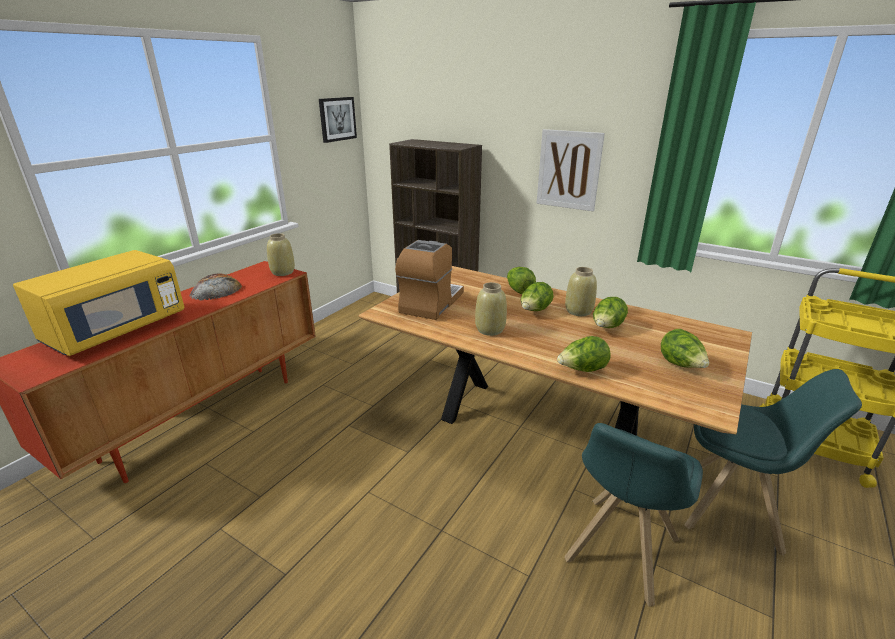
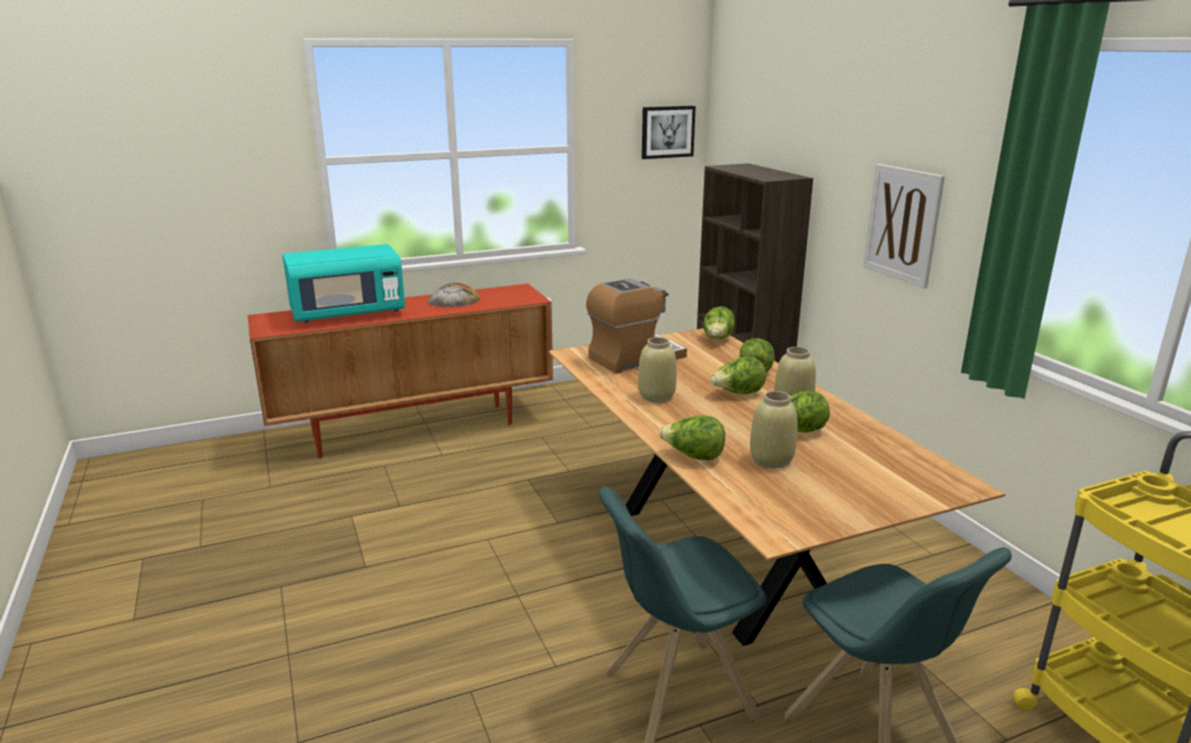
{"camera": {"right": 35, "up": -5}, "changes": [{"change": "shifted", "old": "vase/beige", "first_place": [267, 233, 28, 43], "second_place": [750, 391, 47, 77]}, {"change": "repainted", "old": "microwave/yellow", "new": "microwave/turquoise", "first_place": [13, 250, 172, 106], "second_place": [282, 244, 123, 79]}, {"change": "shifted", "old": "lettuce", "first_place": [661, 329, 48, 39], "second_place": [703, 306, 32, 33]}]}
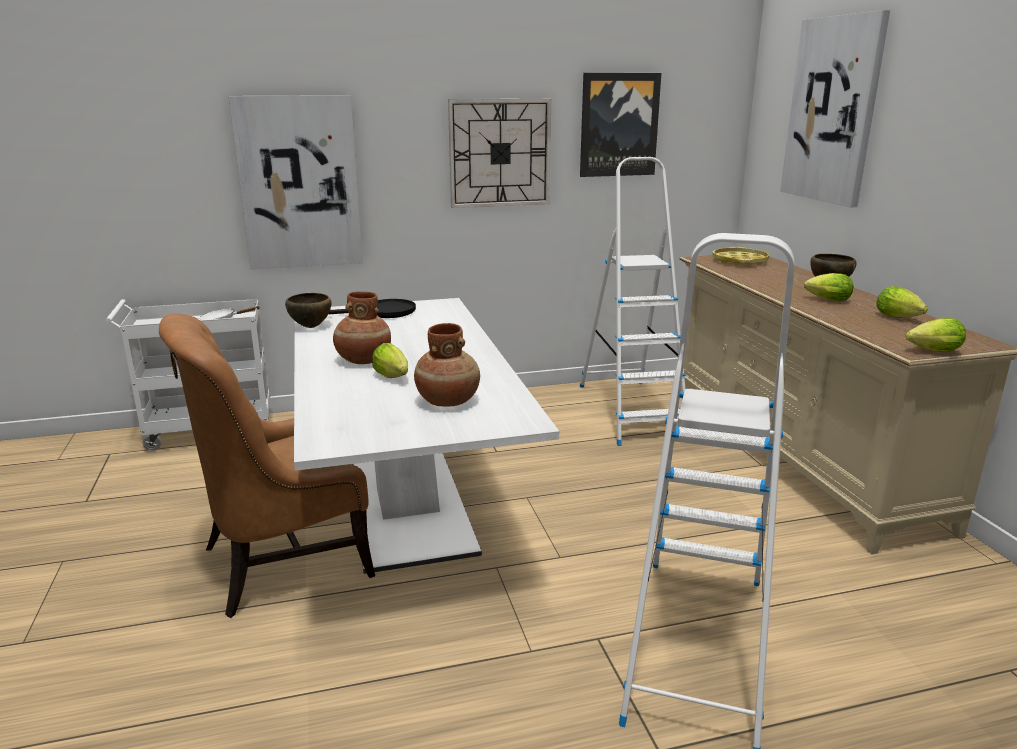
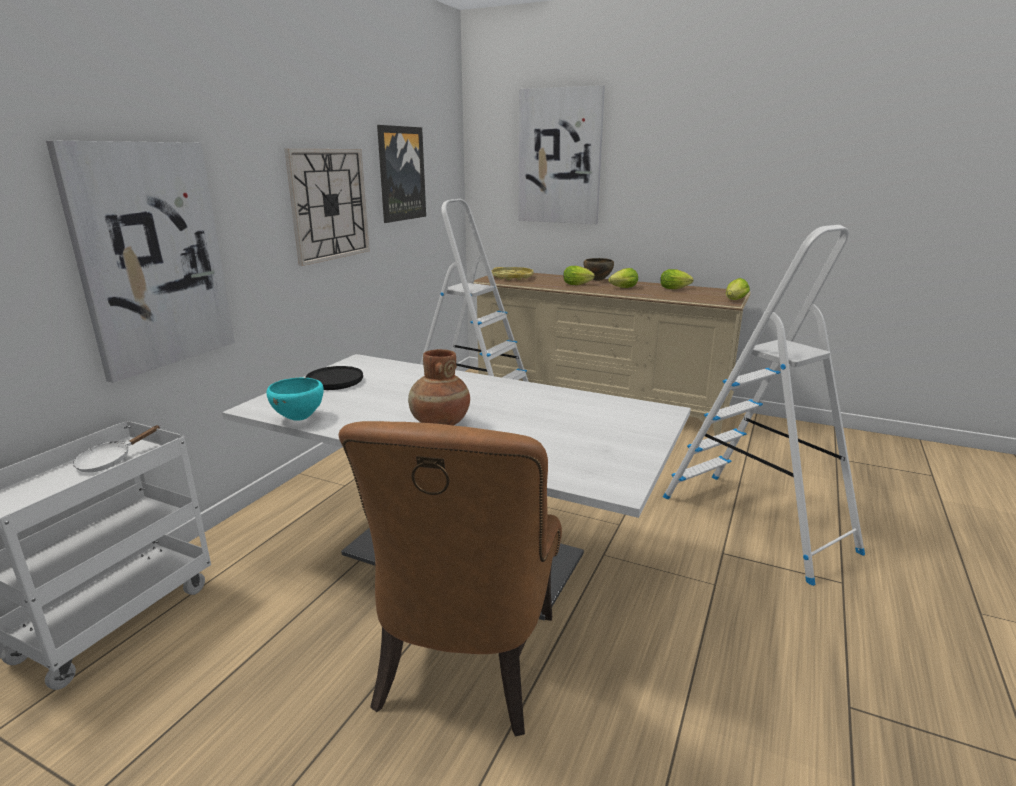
{"camera": {"right": -50, "up": 0}, "changes": [{"change": "repainted", "old": "bowl/brown", "new": "bowl/turquoise", "first_place": [285, 293, 46, 35], "second_place": [266, 378, 58, 43]}, {"change": "gone", "old": "vase/brown", "first_place": [414, 323, 66, 83]}, {"change": "shifted", "old": "lettuce", "first_place": [372, 343, 36, 35], "second_place": [563, 266, 32, 19]}]}
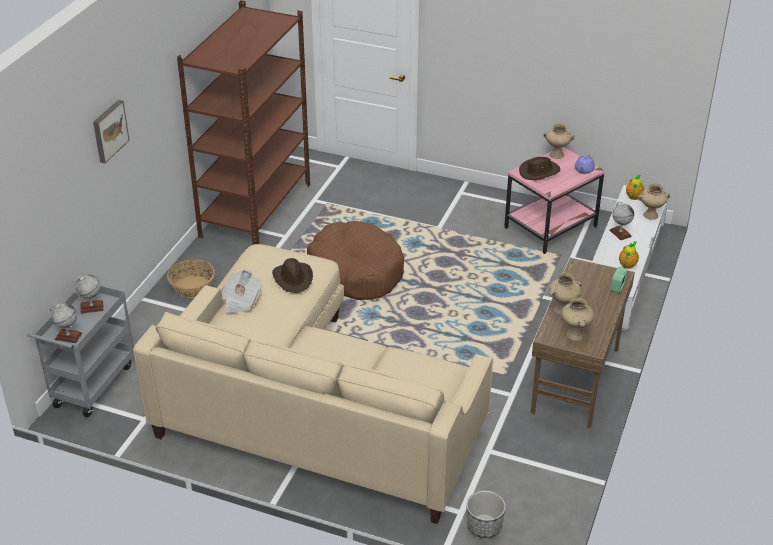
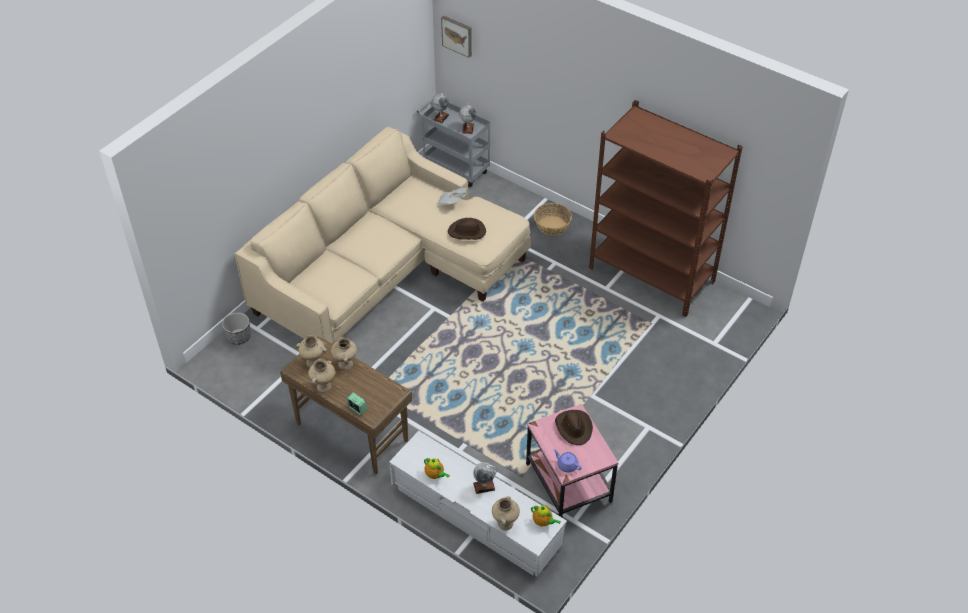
{"camera": {"right": 105, "up": 10}, "changes": [{"change": "shifted", "old": "picture", "first_place": [93, 100, 37, 63], "second_place": [441, 16, 31, 42]}, {"change": "shifted", "old": "vase/beige", "first_place": [543, 124, 32, 35], "second_place": [308, 359, 27, 33]}, {"change": "gone", "old": "dog bed/brown", "first_place": [307, 221, 97, 79]}]}
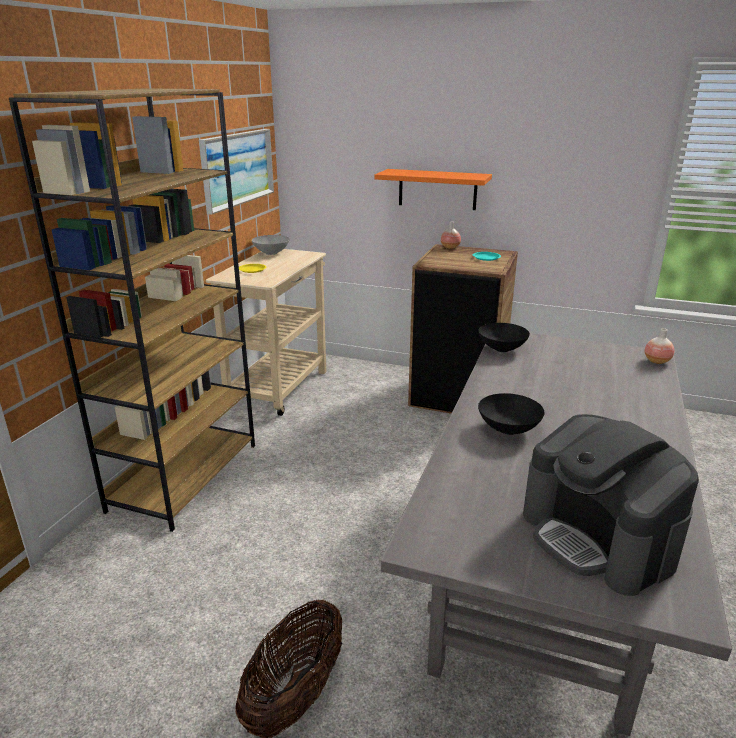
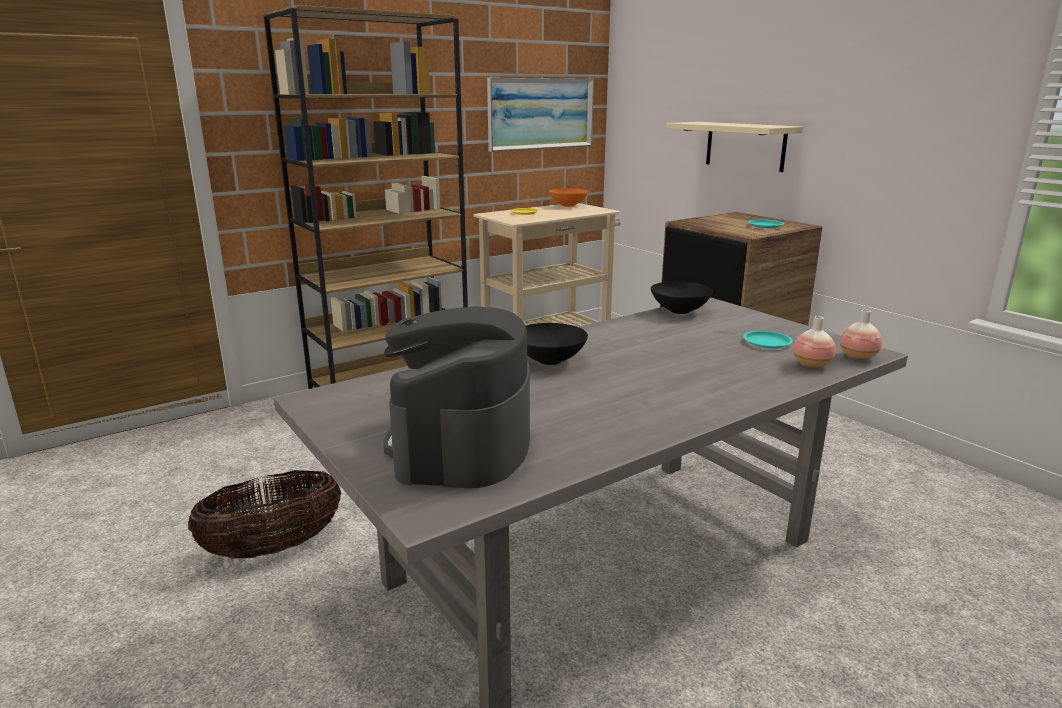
{"camera": {"right": 35, "up": -5}, "changes": [{"change": "repainted", "old": "shelf/orange", "new": "shelf/beige", "first_place": [374, 169, 118, 41], "second_place": [666, 122, 137, 50]}, {"change": "shifted", "old": "vase", "first_place": [441, 222, 20, 27], "second_place": [793, 316, 43, 53]}, {"change": "repainted", "old": "bowl/grey", "new": "bowl/orange", "first_place": [252, 235, 38, 20], "second_place": [549, 188, 39, 19]}, {"change": "new", "new": "plate/turquoise", "second_place": [743, 331, 50, 17]}]}
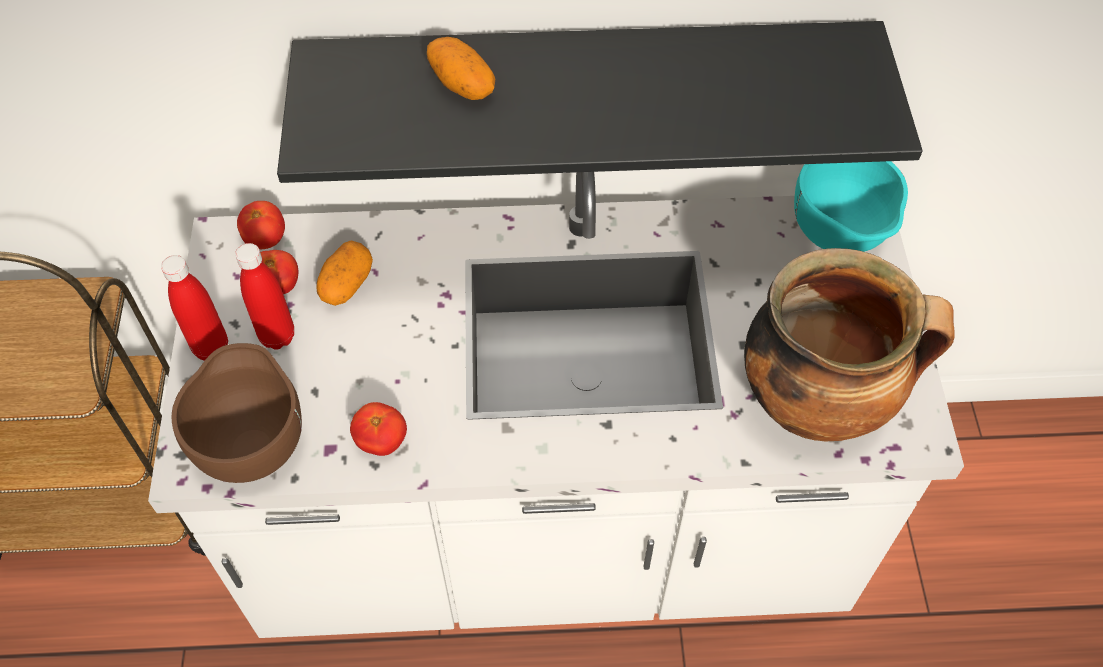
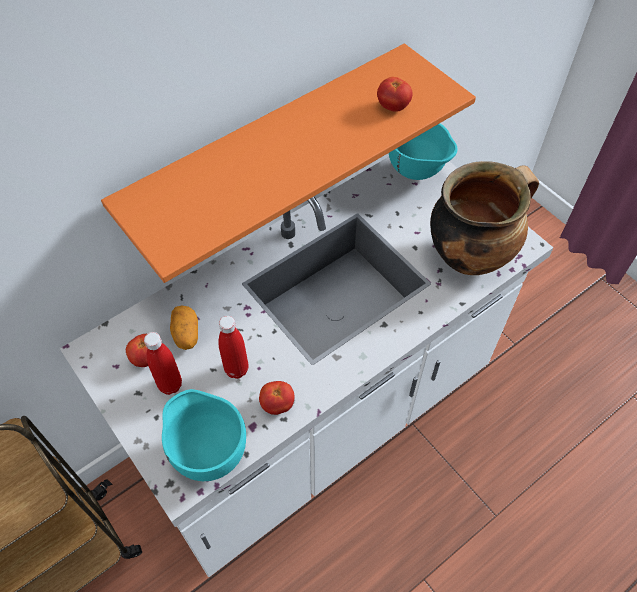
{"camera": {"right": -35, "up": 0}, "changes": [{"change": "repainted", "old": "shelf/black", "new": "shelf/orange", "first_place": [277, 21, 646, 162], "second_place": [101, 44, 375, 239]}, {"change": "gone", "old": "potato", "first_place": [427, 37, 68, 63]}, {"change": "shifted", "old": "tomato", "first_place": [237, 201, 48, 48], "second_place": [377, 77, 36, 35]}, {"change": "shifted", "old": "bottle/red", "first_place": [161, 255, 67, 106], "second_place": [218, 316, 30, 63]}, {"change": "repainted", "old": "bowl/brown", "new": "bowl/turquoise", "first_place": [172, 343, 130, 140], "second_place": [162, 389, 84, 92]}]}
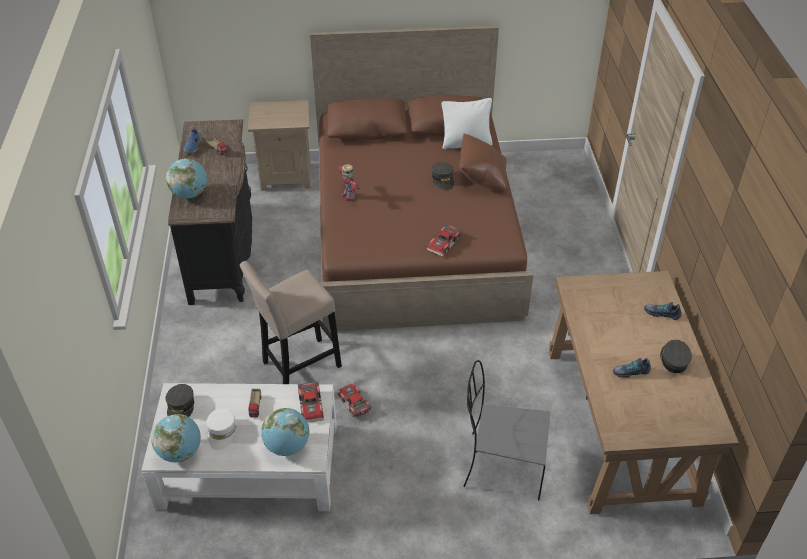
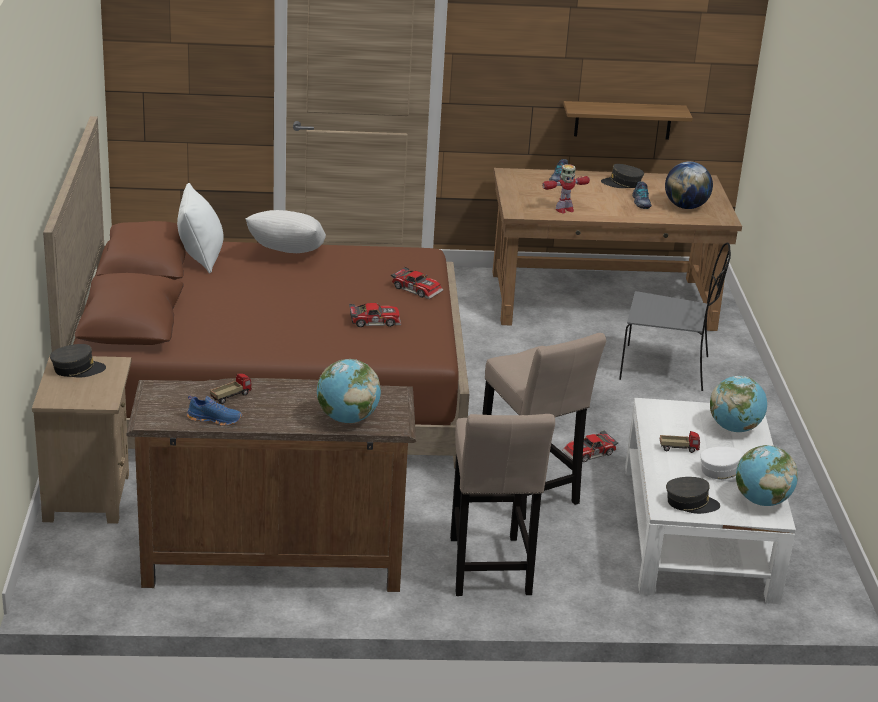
{"camera": {"right": -90, "up": -15}, "changes": [{"change": "repainted", "old": "pillow/brown", "new": "pillow/white", "first_place": [459, 133, 48, 57], "second_place": [245, 210, 81, 43]}, {"change": "shifted", "old": "cap/grey", "first_place": [431, 162, 23, 28], "second_place": [50, 344, 56, 34]}, {"change": "shifted", "old": "toy robot", "first_place": [338, 164, 21, 37], "second_place": [542, 164, 48, 49]}, {"change": "rotated", "old": "chair/grey", "first_place": [463, 360, 87, 140], "second_place": [619, 243, 112, 148], "degrees": -90}, {"change": "shifted", "old": "toy car", "first_place": [298, 381, 26, 41], "second_place": [349, 303, 53, 24]}, {"change": "new", "new": "shelf", "second_place": [563, 101, 130, 39]}, {"change": "new", "new": "globe", "second_place": [665, 161, 48, 48]}, {"change": "new", "new": "stool/beige", "second_place": [450, 414, 105, 182]}]}
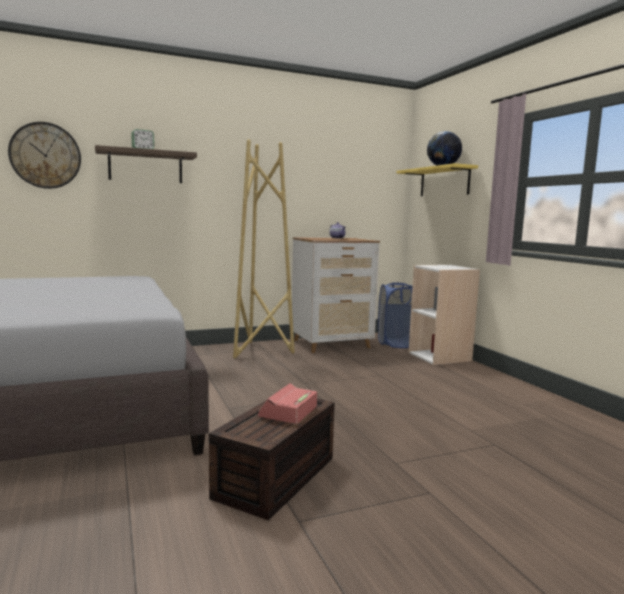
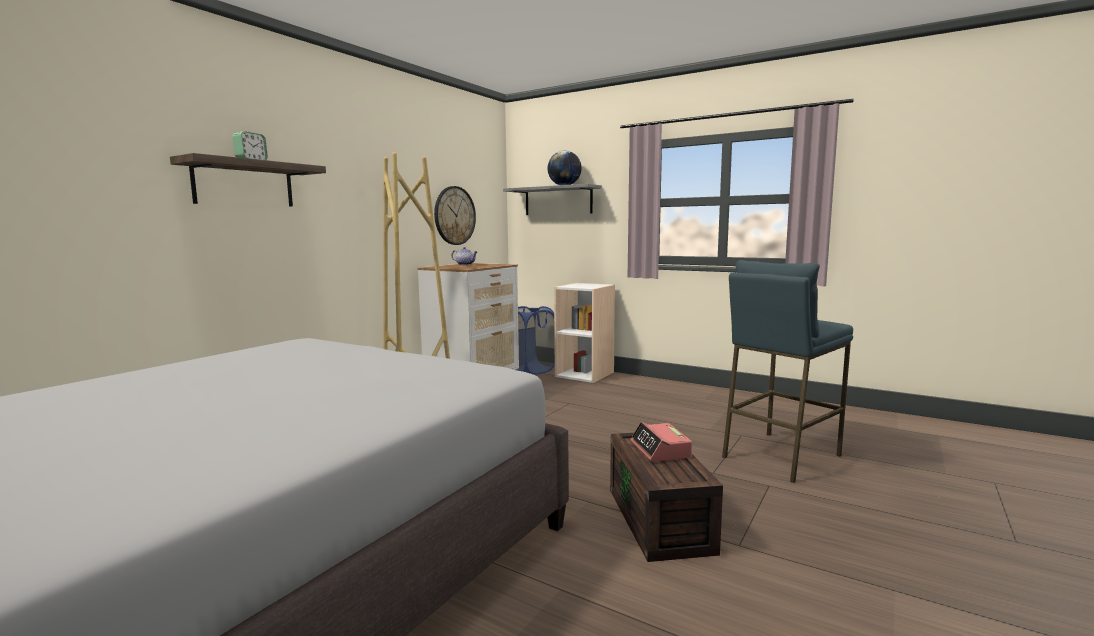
{"camera": {"right": -35, "up": 0}, "changes": [{"change": "shifted", "old": "wall clock", "first_place": [8, 122, 73, 67], "second_place": [434, 186, 42, 59]}, {"change": "repainted", "old": "shelf/yellow", "new": "shelf/grey", "first_place": [396, 163, 82, 33], "second_place": [503, 184, 99, 31]}, {"change": "new", "new": "stool/blue", "second_place": [722, 260, 131, 223]}]}
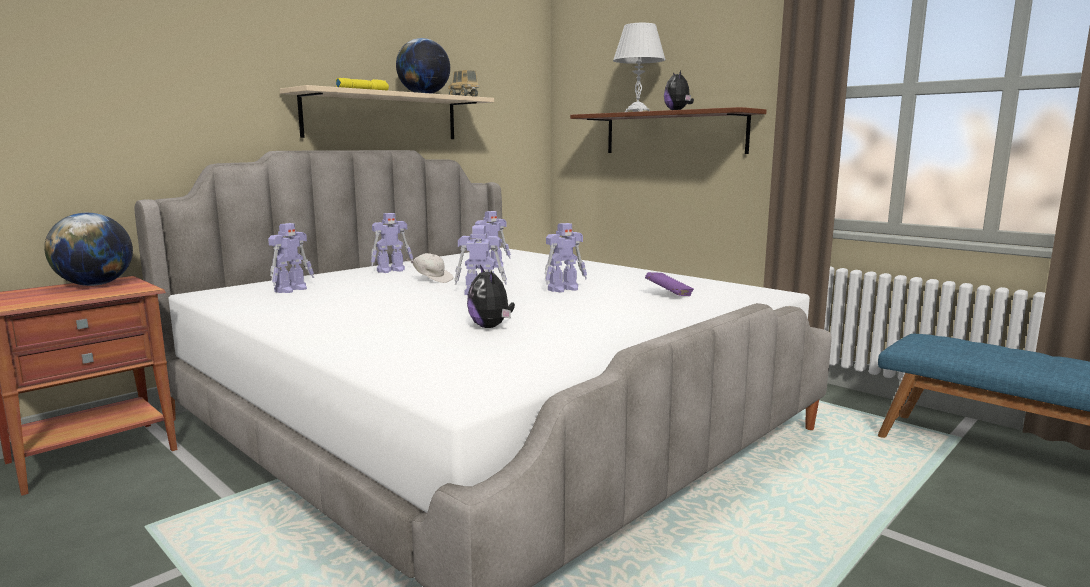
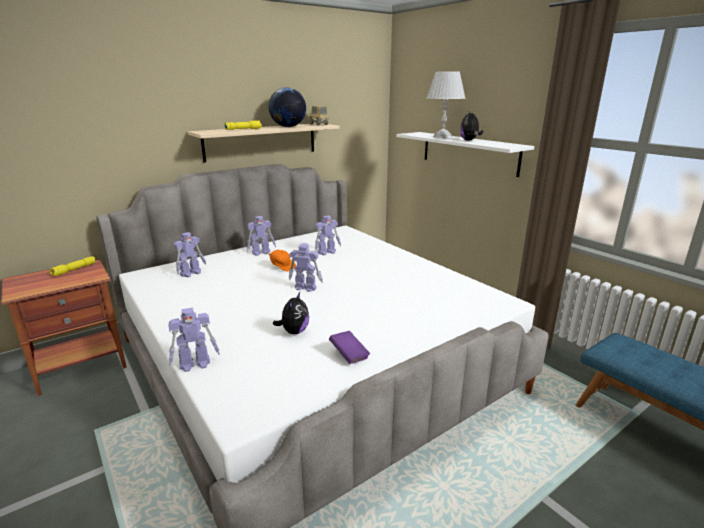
{"camera": {"right": 10, "up": 10}, "changes": [{"change": "repainted", "old": "shelf/brown", "new": "shelf/white", "first_place": [570, 107, 197, 47], "second_place": [396, 132, 138, 45]}, {"change": "swapped", "old": "globe", "new": "flashlight/yellow", "first_place": [44, 213, 89, 73], "second_place": [50, 256, 46, 20]}, {"change": "shifted", "old": "toy robot", "first_place": [544, 223, 43, 70], "second_place": [169, 308, 51, 64]}, {"change": "repainted", "old": "cap/white", "new": "cap/orange", "first_place": [407, 253, 46, 30], "second_place": [266, 250, 30, 21]}, {"change": "rotated", "old": "plush toy", "first_place": [467, 265, 48, 63], "second_place": [273, 292, 36, 42], "degrees": -150}, {"change": "shifted", "old": "book/purple", "first_place": [645, 272, 49, 24], "second_place": [329, 331, 41, 33]}]}
